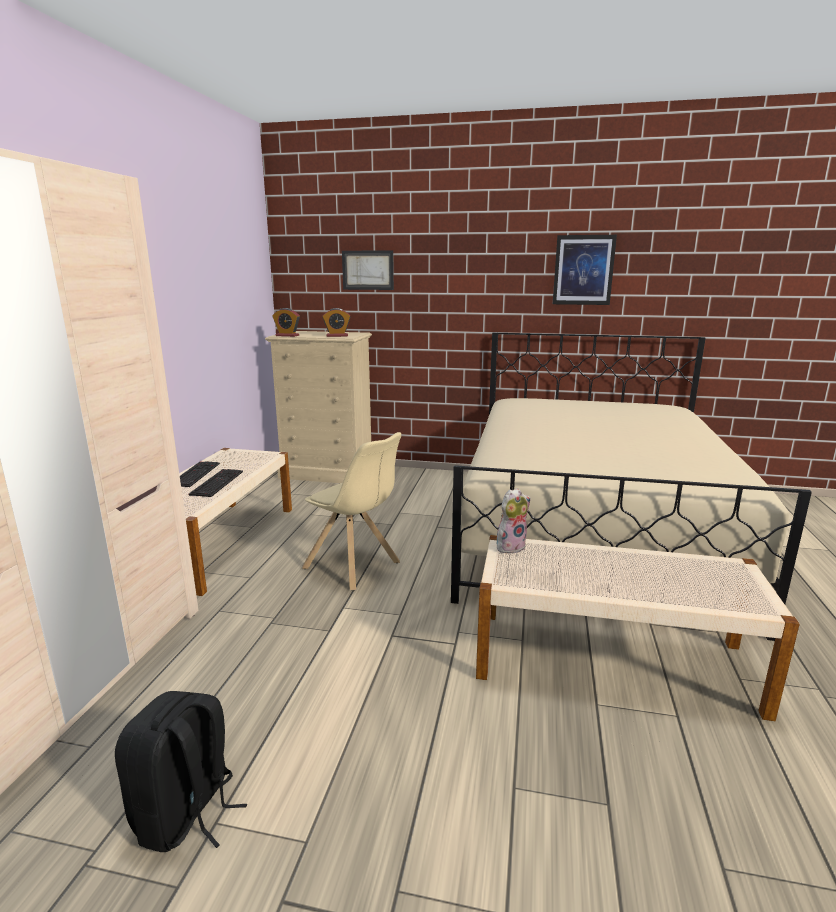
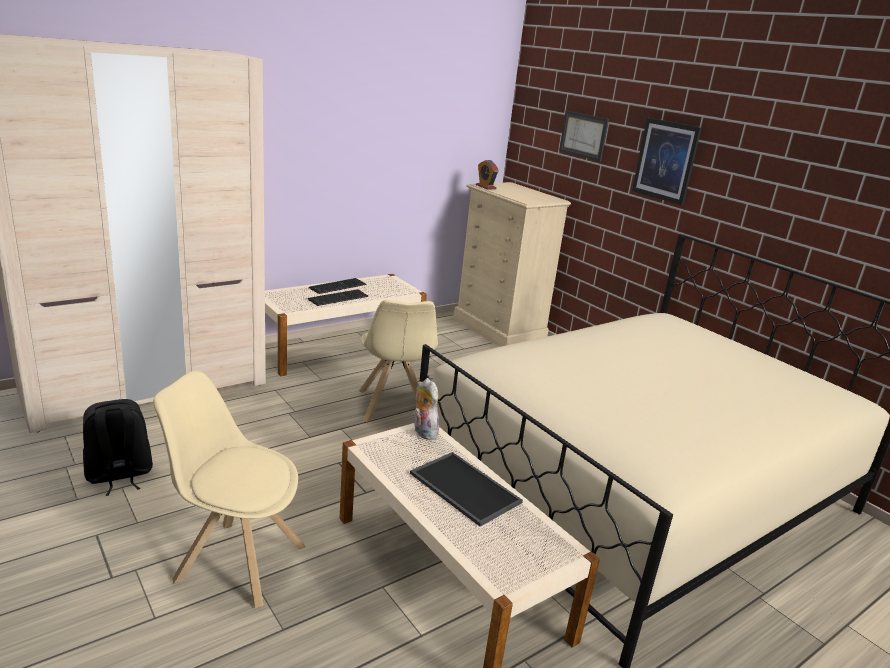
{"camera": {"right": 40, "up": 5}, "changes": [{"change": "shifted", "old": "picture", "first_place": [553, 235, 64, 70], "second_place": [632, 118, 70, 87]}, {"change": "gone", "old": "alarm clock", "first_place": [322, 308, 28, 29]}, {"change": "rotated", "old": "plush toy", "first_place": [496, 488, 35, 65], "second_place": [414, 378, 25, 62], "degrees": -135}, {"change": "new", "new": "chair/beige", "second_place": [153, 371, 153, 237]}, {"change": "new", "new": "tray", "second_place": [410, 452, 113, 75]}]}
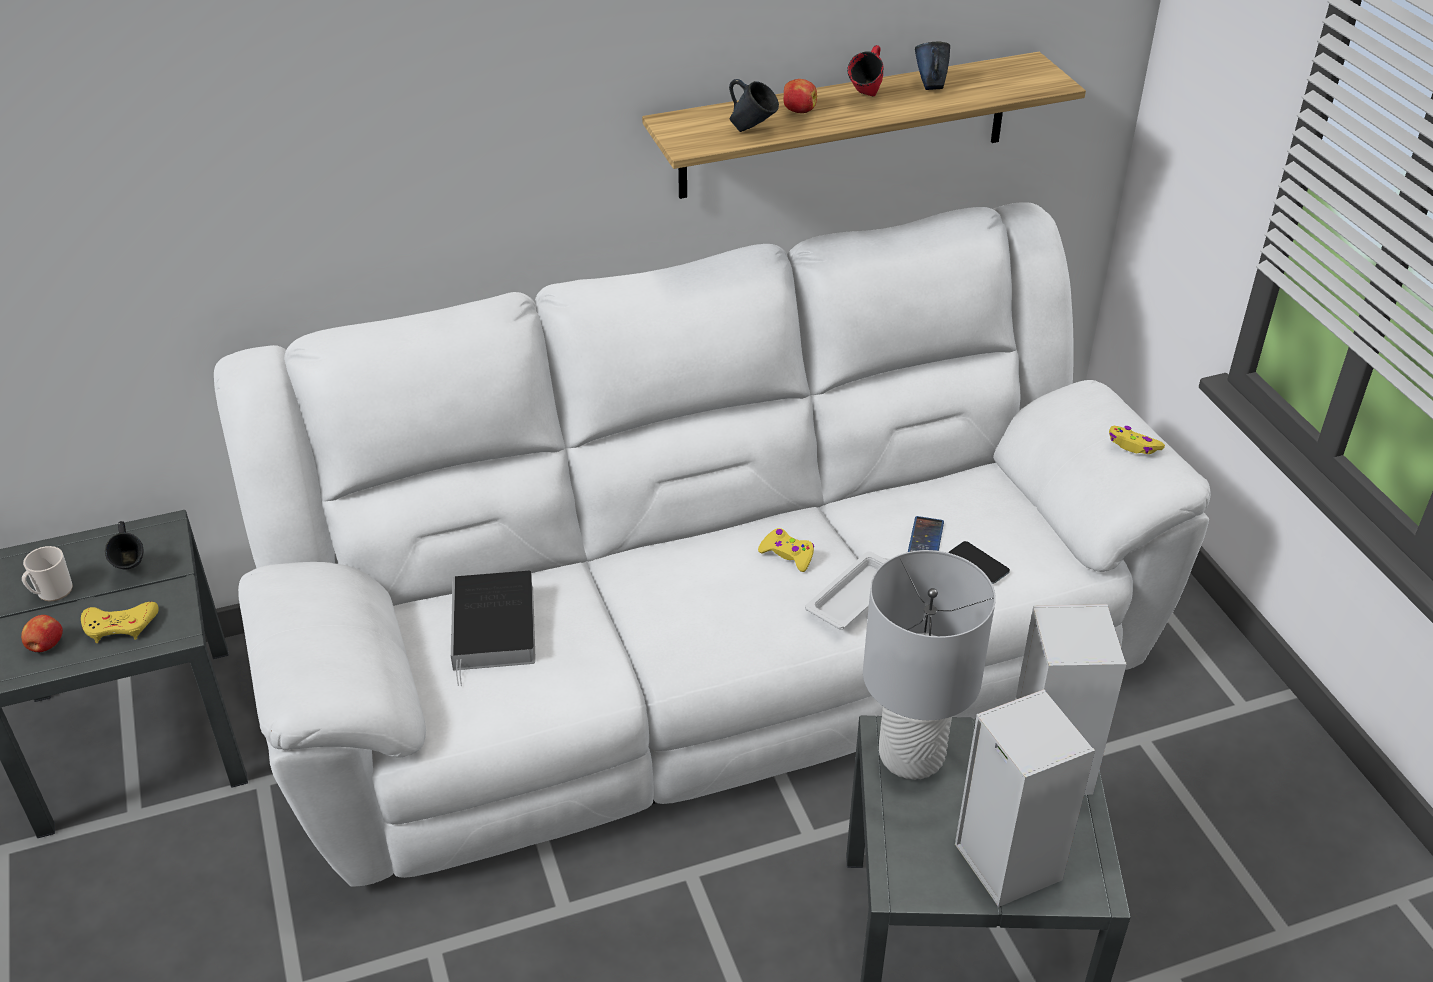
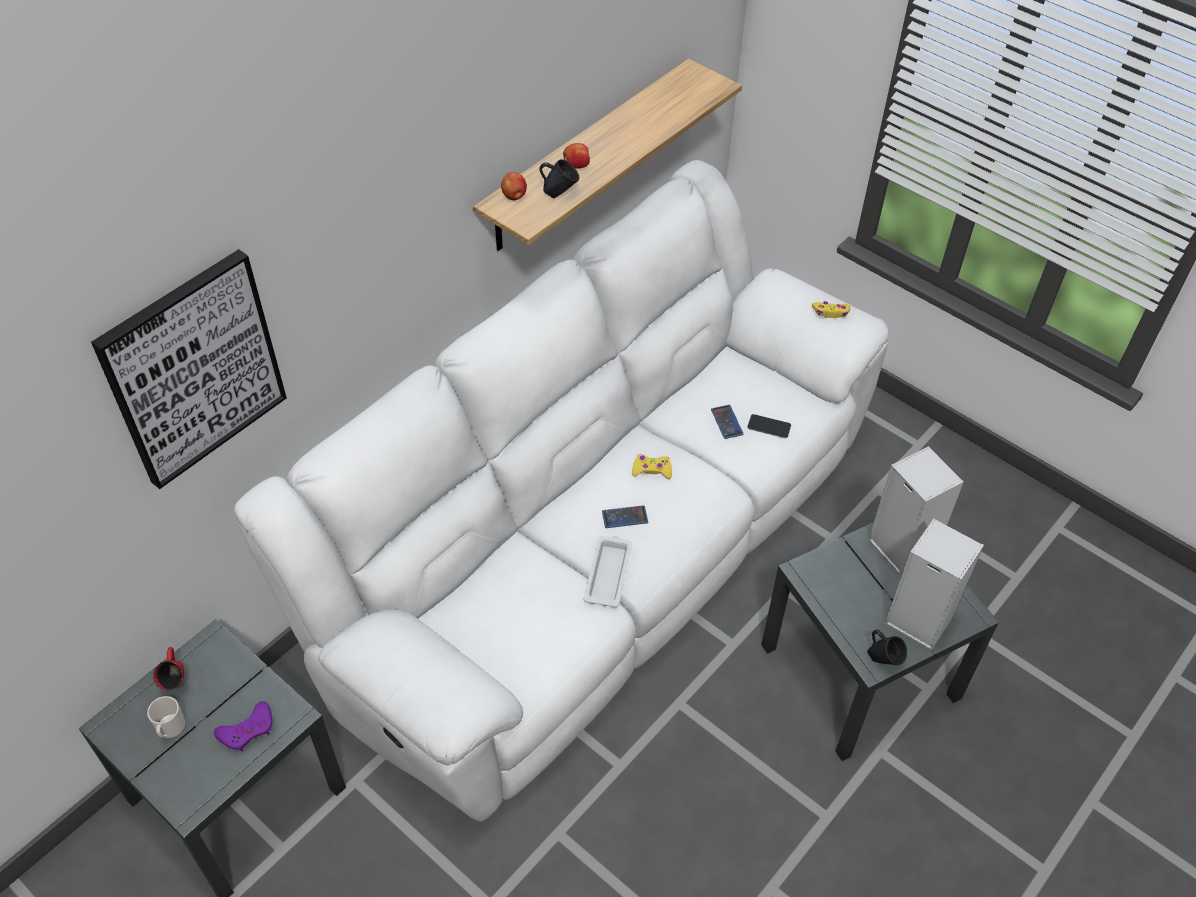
{"camera": {"right": -30, "up": 10}, "changes": [{"change": "gone", "old": "mug/blue", "first_place": [915, 42, 35, 48]}, {"change": "shifted", "old": "mug/red", "first_place": [847, 45, 36, 52], "second_place": [153, 647, 31, 43]}, {"change": "shifted", "old": "mug/black", "first_place": [105, 521, 39, 48], "second_place": [867, 630, 40, 35]}, {"change": "gone", "old": "table lamp/grey", "first_place": [863, 550, 133, 230]}, {"change": "shifted", "old": "tray/white", "first_place": [805, 551, 84, 78], "second_place": [583, 536, 49, 71]}, {"change": "gone", "old": "book", "first_place": [451, 571, 85, 115]}, {"change": "repainted", "old": "game controller/yellow", "new": "game controller/purple", "first_place": [81, 602, 78, 41], "second_place": [214, 701, 58, 51]}, {"change": "shifted", "old": "apple", "first_place": [21, 615, 42, 37], "second_place": [501, 172, 26, 29]}, {"change": "new", "new": "picture", "second_place": [91, 249, 196, 240]}, {"change": "new", "new": "phone", "second_place": [602, 505, 46, 23]}]}
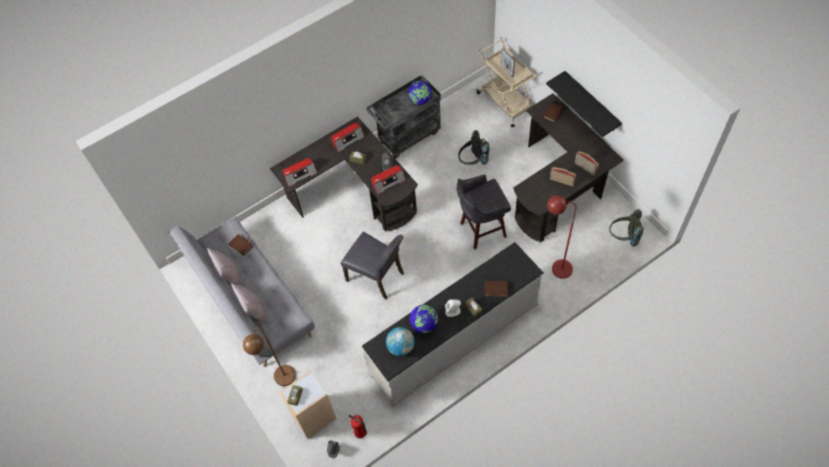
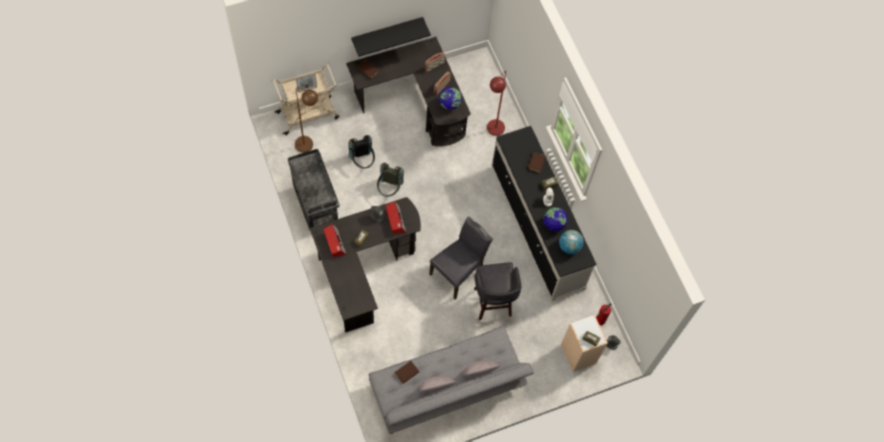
{"camera": {"right": -85, "up": 5}, "changes": [{"change": "shifted", "old": "globe", "first_place": [408, 81, 24, 24], "second_place": [439, 87, 23, 23]}, {"change": "gone", "old": "radio", "first_place": [282, 158, 36, 29]}, {"change": "shifted", "old": "stool/grey", "first_place": [456, 175, 55, 75], "second_place": [474, 262, 47, 58]}, {"change": "shifted", "old": "backpack/grey", "first_place": [609, 209, 35, 38], "second_place": [377, 163, 27, 34]}, {"change": "shifted", "old": "floor lamp/brown", "first_place": [243, 324, 53, 62], "second_place": [295, 87, 23, 66]}]}
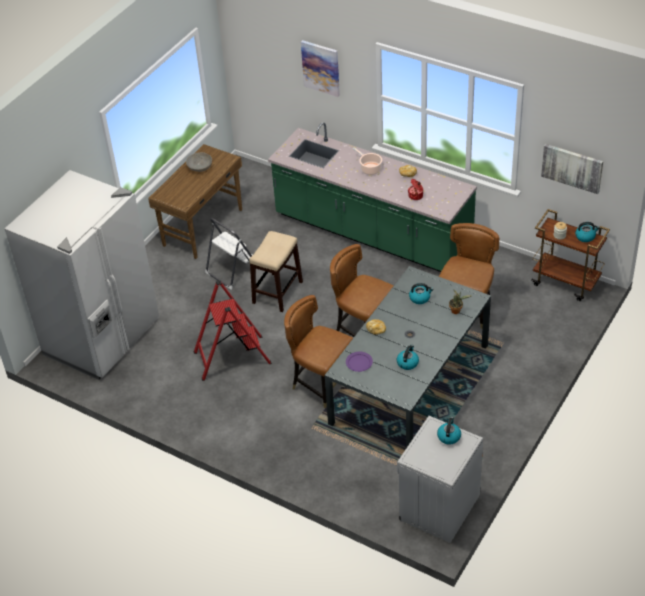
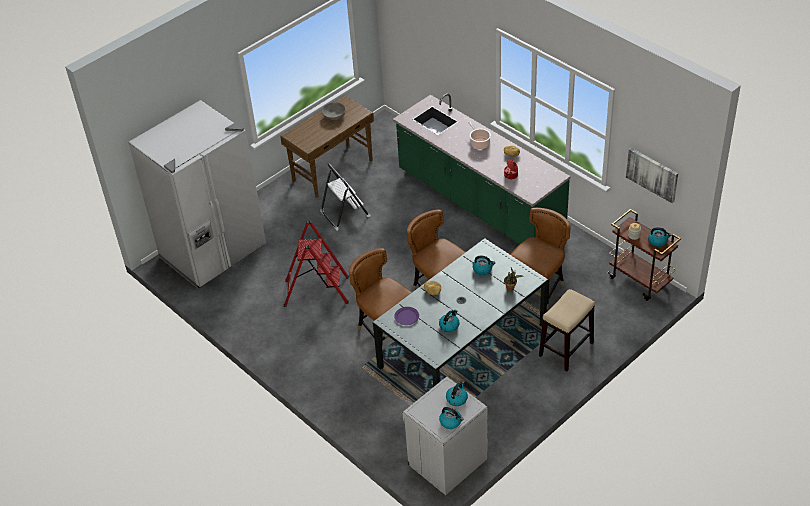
{"camera": {"right": 15, "up": 0}, "changes": [{"change": "gone", "old": "picture", "first_place": [301, 40, 39, 57]}, {"change": "shifted", "old": "stool", "first_place": [249, 231, 54, 81], "second_place": [539, 289, 56, 83]}, {"change": "new", "new": "kettle", "second_place": [439, 407, 24, 22]}]}
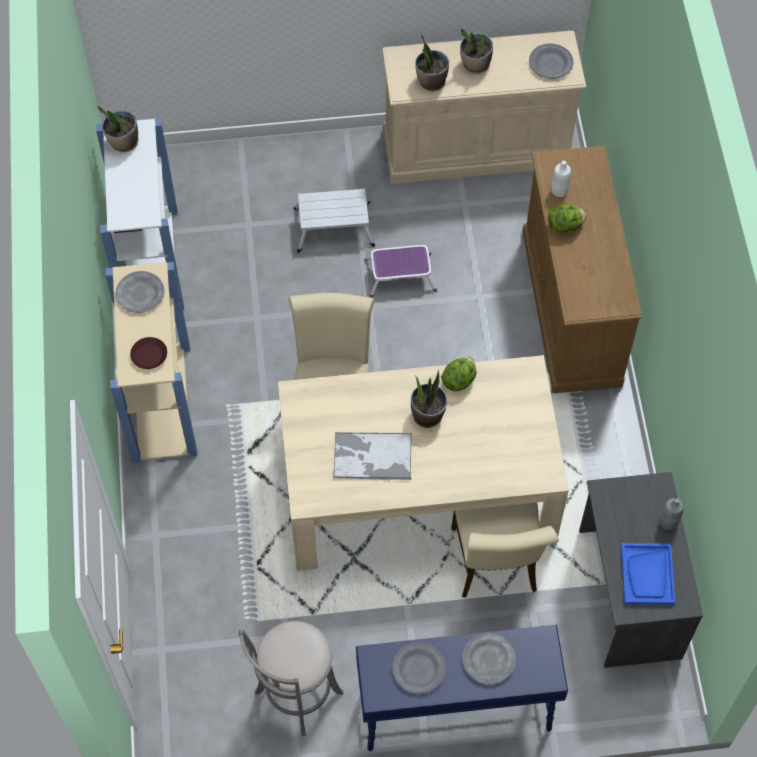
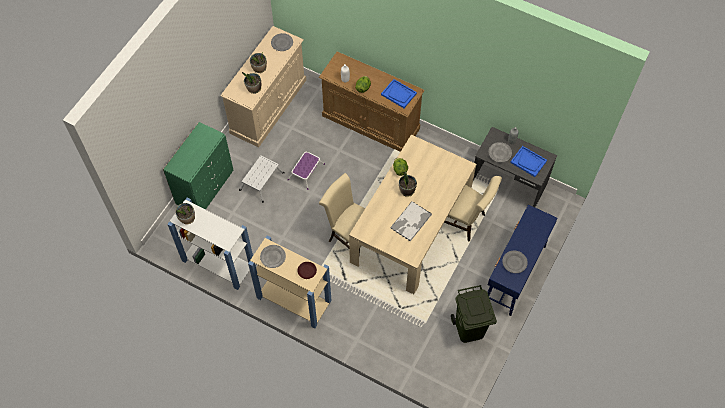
{"camera": {"right": -55, "up": 0}, "changes": [{"change": "swapped", "old": "stool/grey", "new": "trash can/green", "first_place": [239, 621, 104, 115], "second_place": [451, 285, 46, 58]}, {"change": "shifted", "old": "plate/grey", "first_place": [462, 633, 54, 51], "second_place": [488, 142, 24, 20]}, {"change": "new", "new": "tray/blue", "second_place": [381, 79, 36, 29]}, {"change": "new", "new": "dresser/green", "second_place": [163, 122, 70, 88]}]}
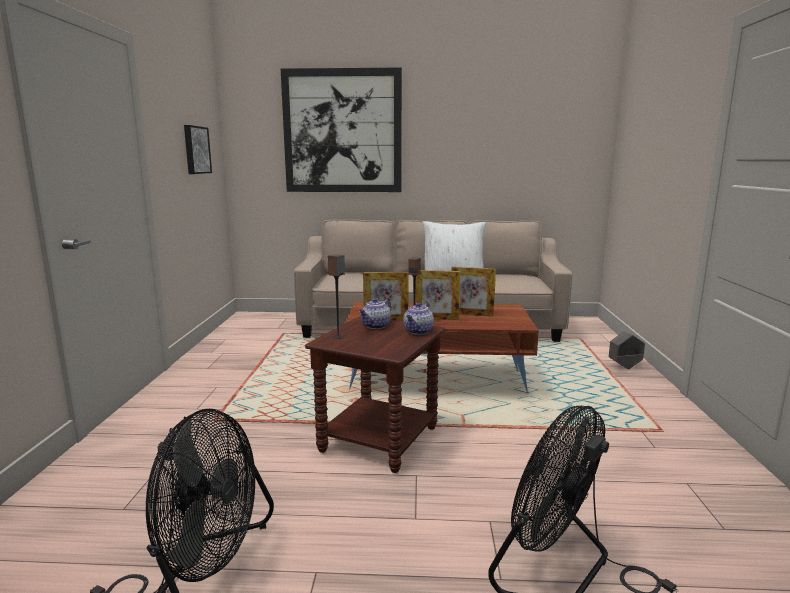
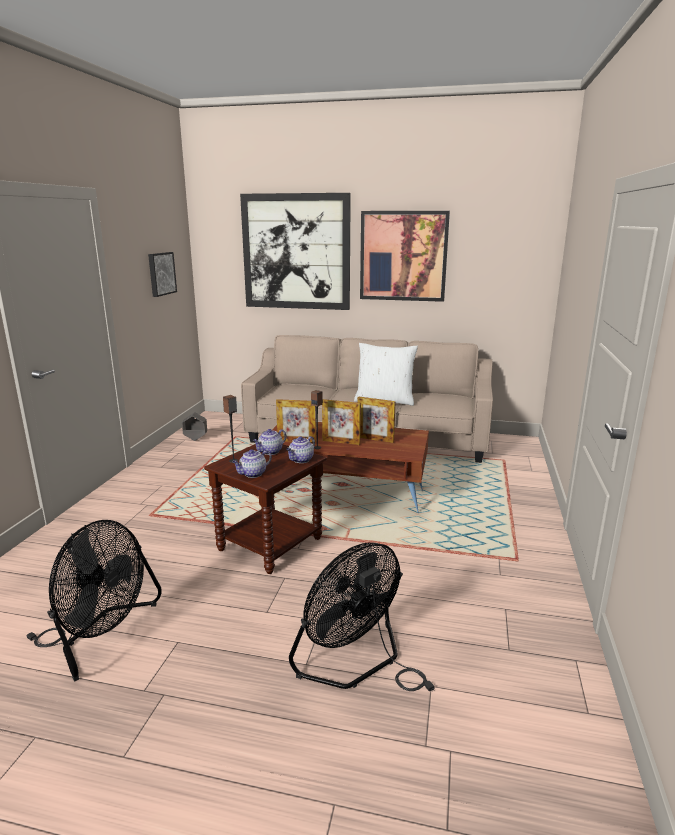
{"camera": {"right": 10, "up": 5}, "changes": [{"change": "shifted", "old": "planter/grey", "first_place": [609, 331, 36, 39], "second_place": [182, 412, 25, 29]}, {"change": "new", "new": "picture", "second_place": [360, 211, 90, 91]}, {"change": "new", "new": "teapot", "second_place": [232, 449, 40, 29]}]}
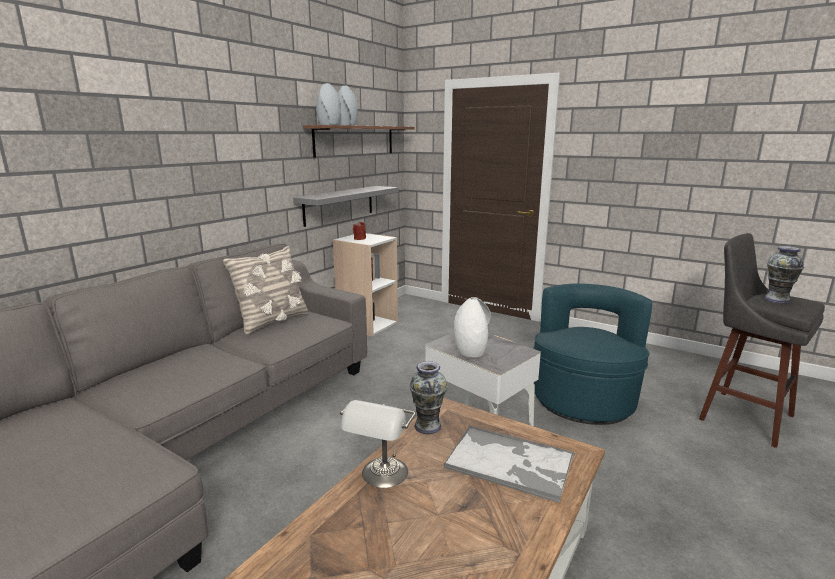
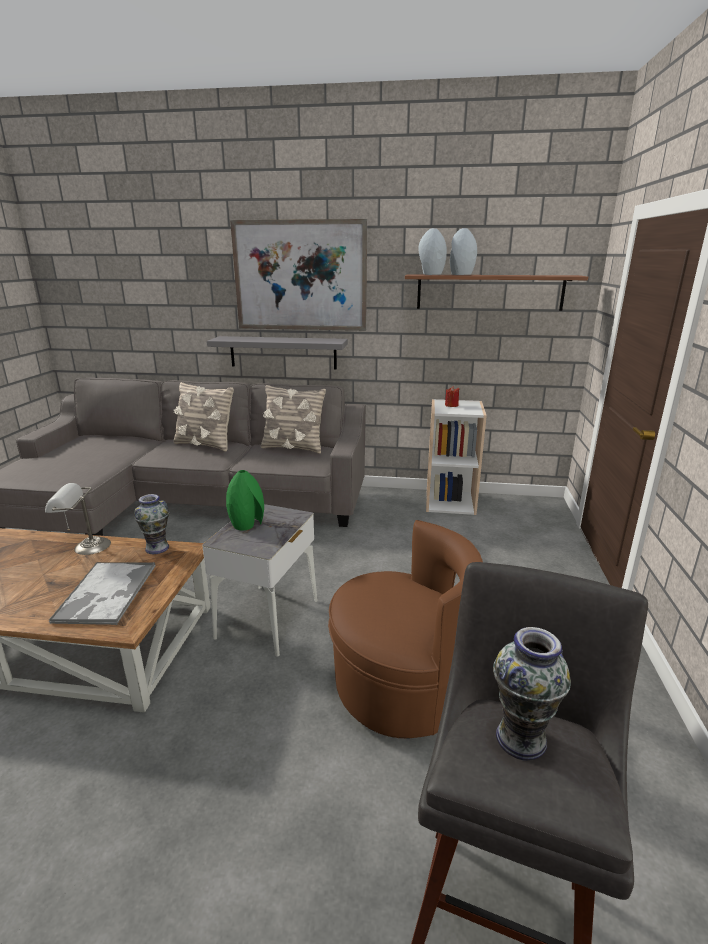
{"camera": {"right": 65, "up": 5}, "changes": [{"change": "shifted", "old": "shelf/grey", "first_place": [293, 186, 106, 41], "second_place": [207, 336, 141, 33]}, {"change": "repainted", "old": "armchair/turquoise", "new": "armchair/brown", "first_place": [533, 284, 119, 141], "second_place": [328, 520, 155, 218]}, {"change": "repainted", "old": "vase/white", "new": "vase/green", "first_place": [453, 297, 38, 60], "second_place": [226, 470, 38, 61]}, {"change": "new", "new": "picture", "second_place": [230, 219, 137, 112]}, {"change": "new", "new": "pillow/beige", "second_place": [174, 382, 60, 70]}]}
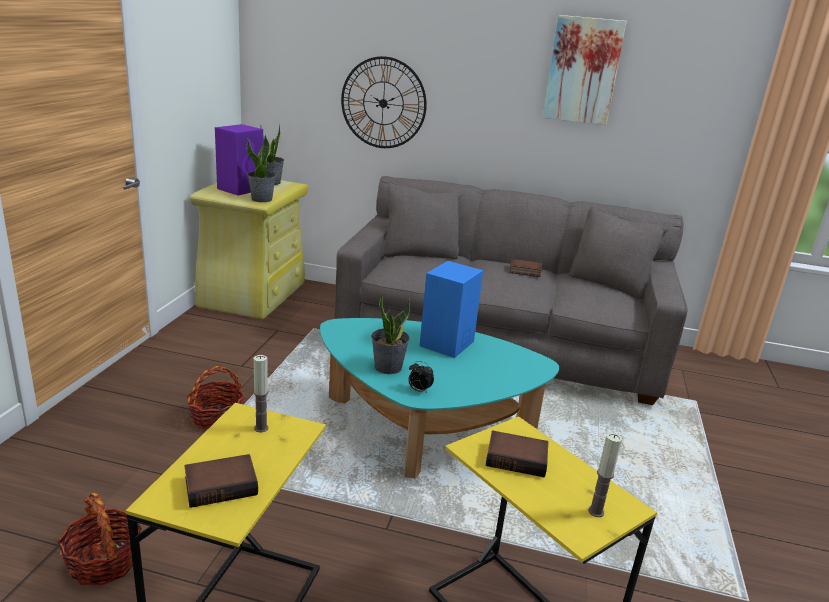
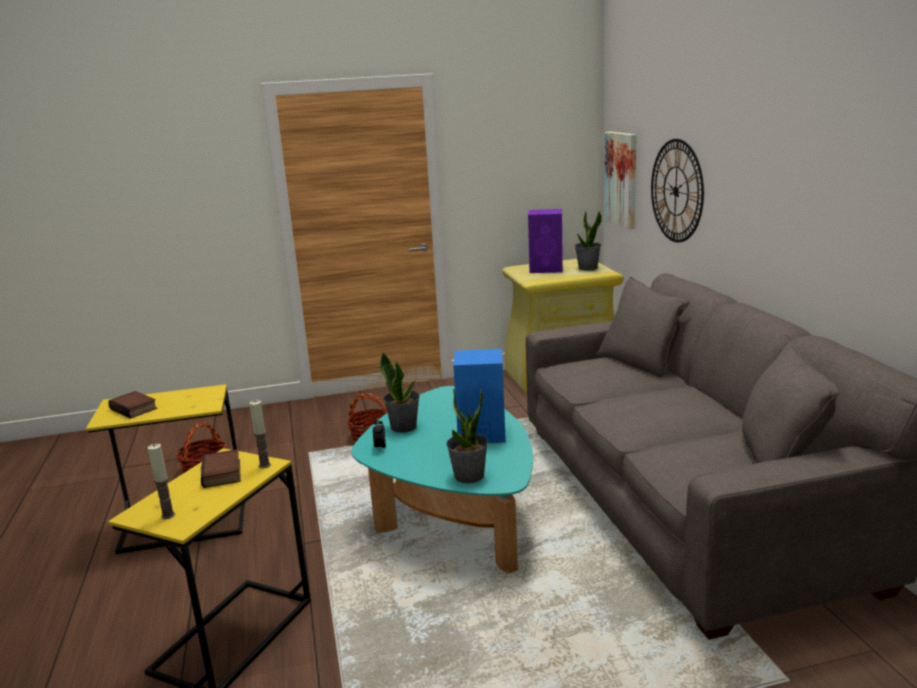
{"camera": {"right": 65, "up": -5}, "changes": [{"change": "shifted", "old": "picture", "first_place": [543, 15, 84, 110], "second_place": [604, 132, 32, 97]}, {"change": "shifted", "old": "potted plant", "first_place": [247, 135, 29, 67], "second_place": [446, 388, 42, 95]}, {"change": "gone", "old": "book", "first_place": [509, 258, 33, 19]}, {"change": "shifted", "old": "candle", "first_place": [253, 355, 16, 77], "second_place": [249, 400, 22, 68]}]}
